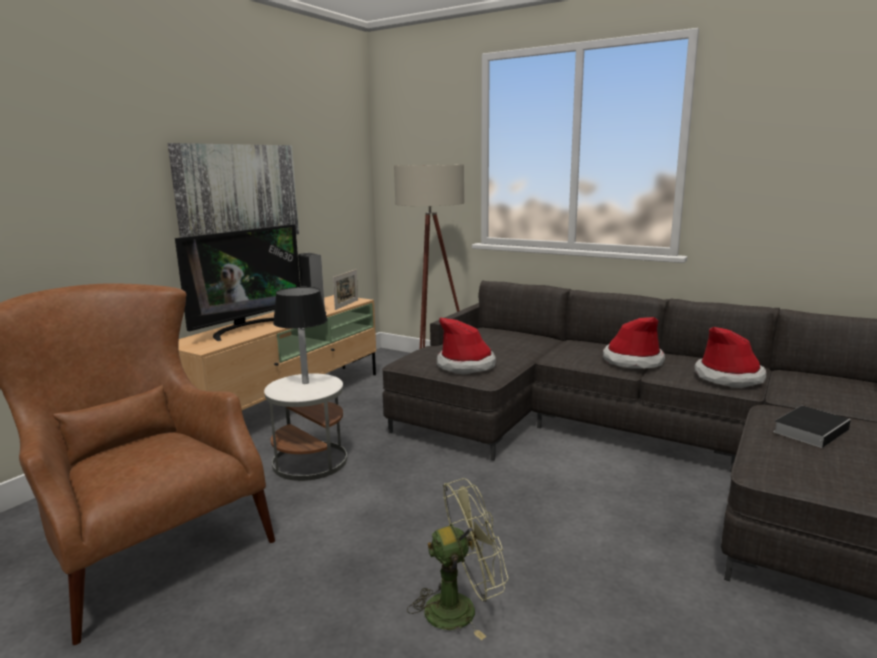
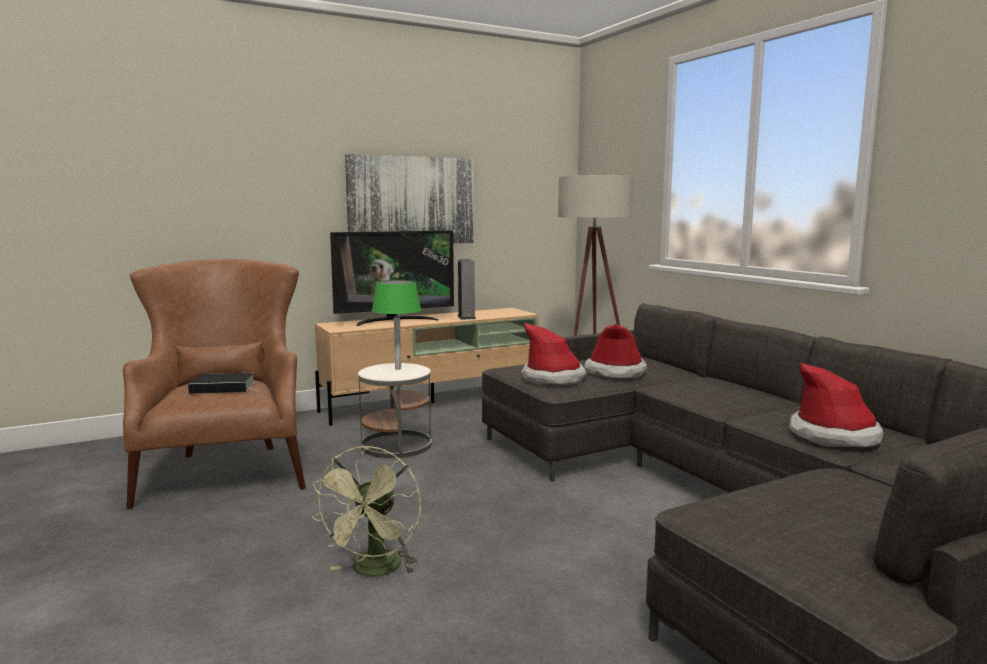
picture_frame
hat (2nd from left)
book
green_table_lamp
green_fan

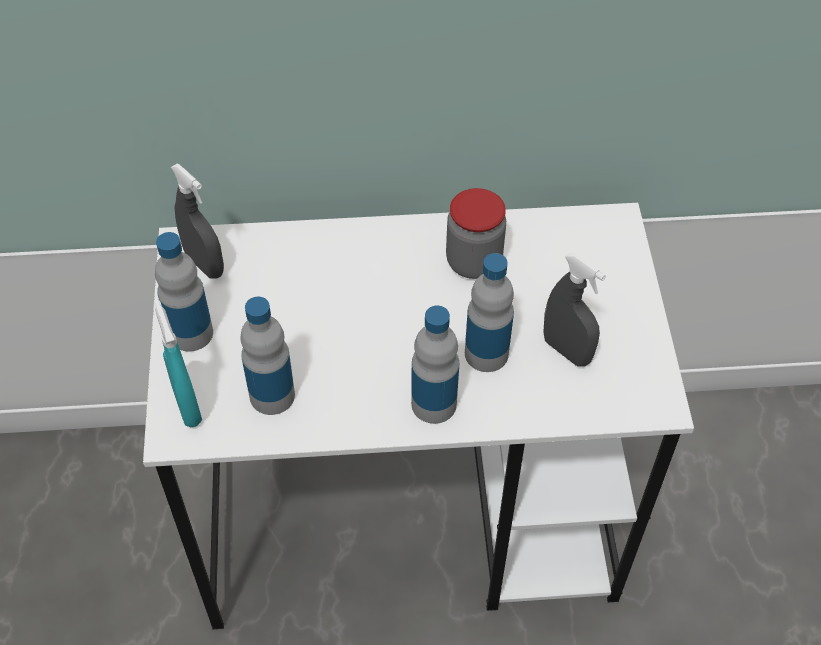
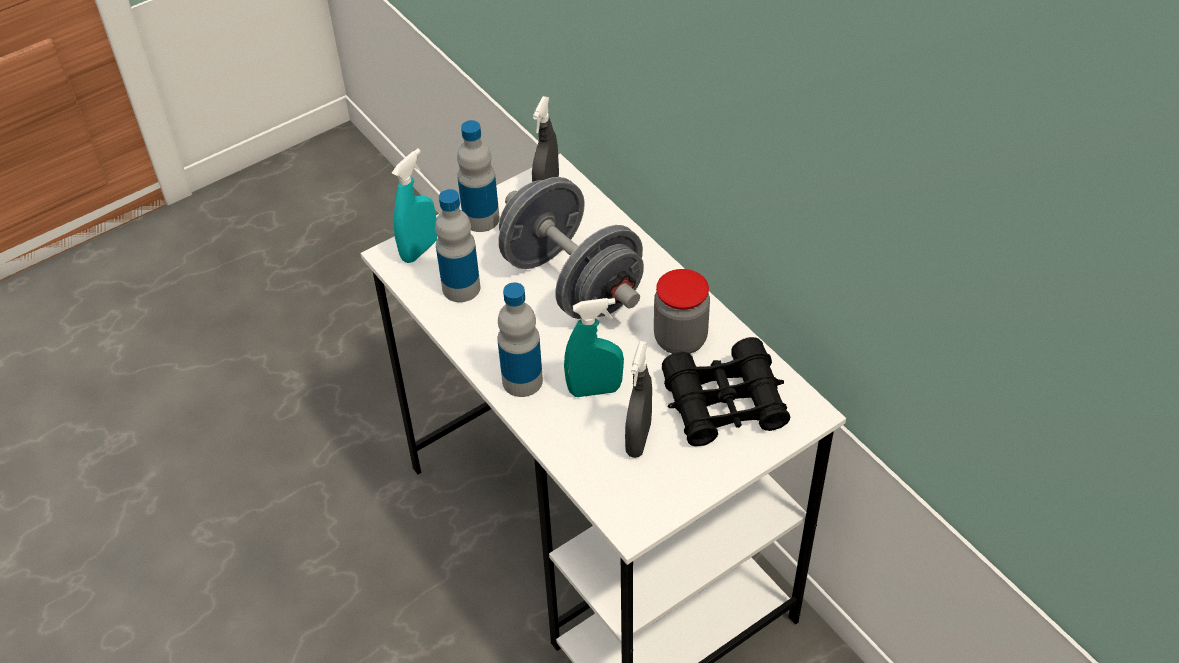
grey_dumbbell
black_binoculars
turquoise_spray_bottle (2nd from left)

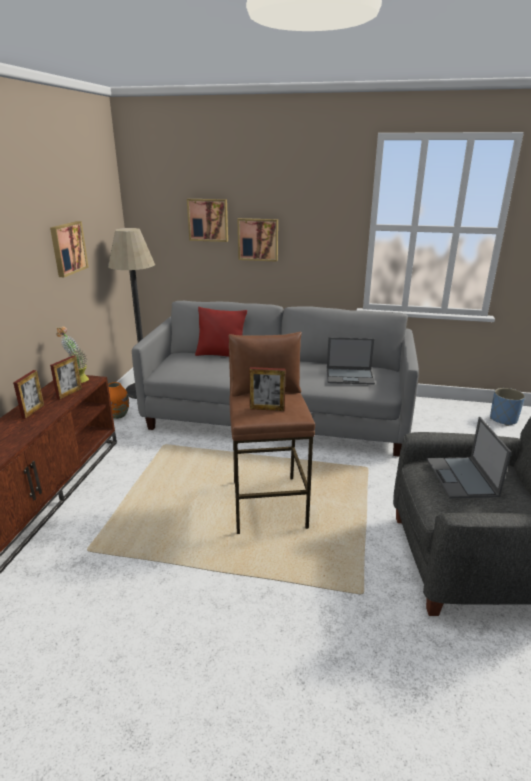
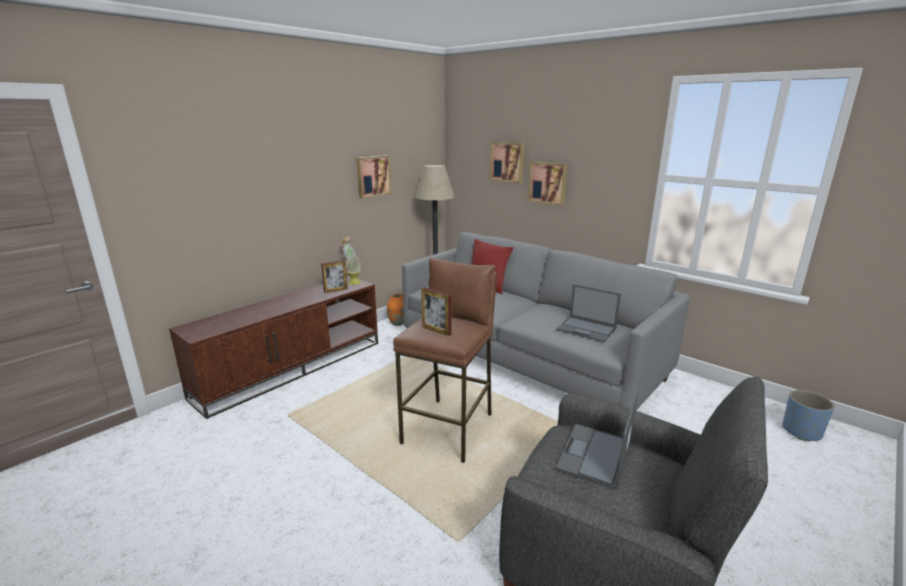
picture_frame (1st from left in the first image)

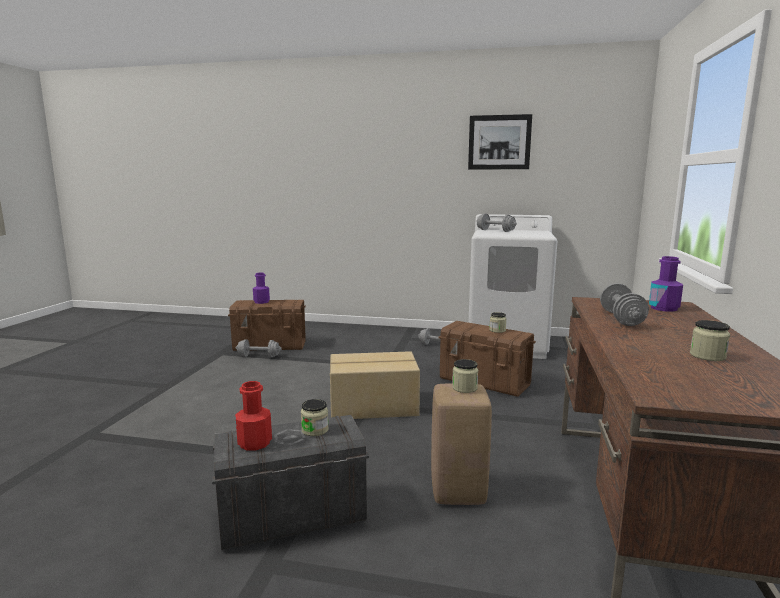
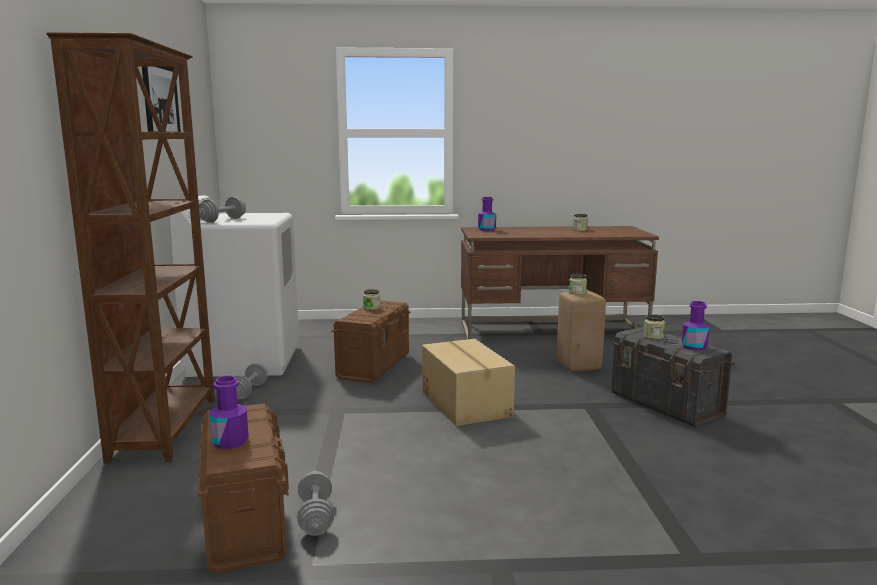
grey_dumbbell (4th from left in the first image)
brown_bookcase
purple_bottle (3rd from left)

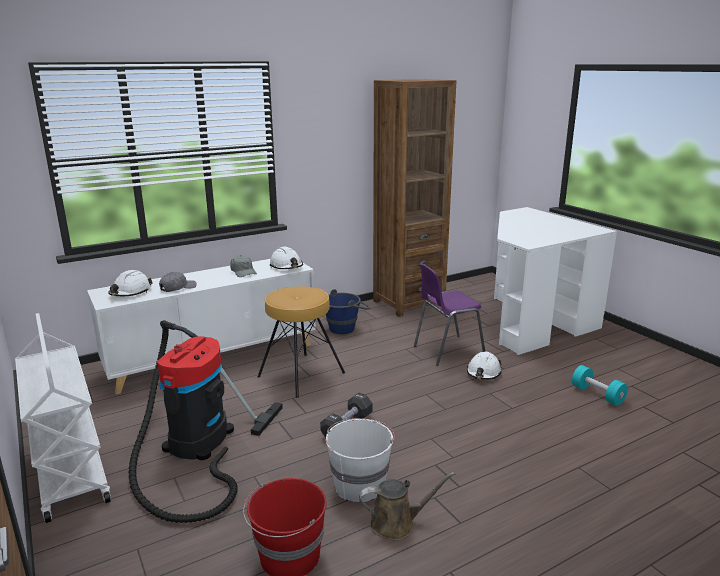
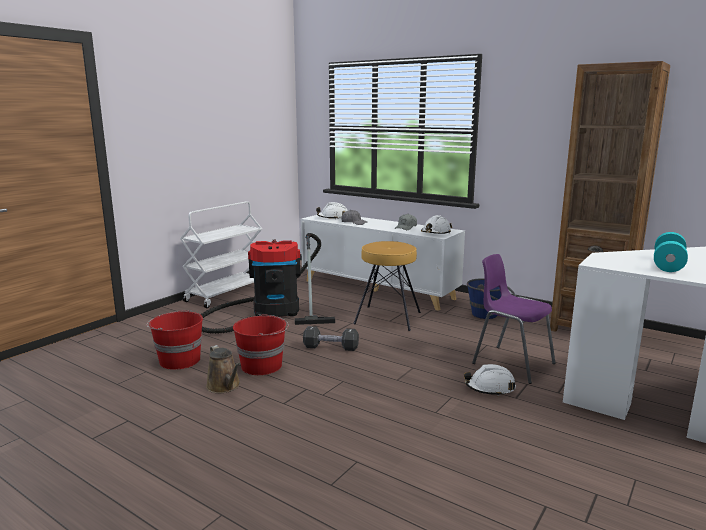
turquoise_dumbbell
red_bucket (2nd from left)

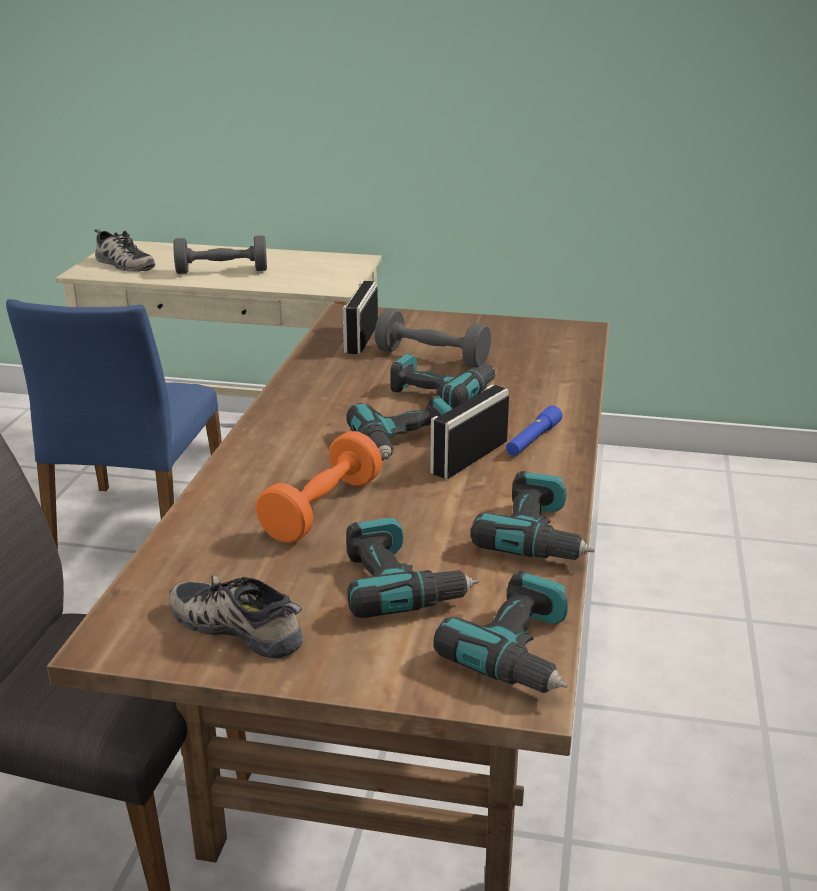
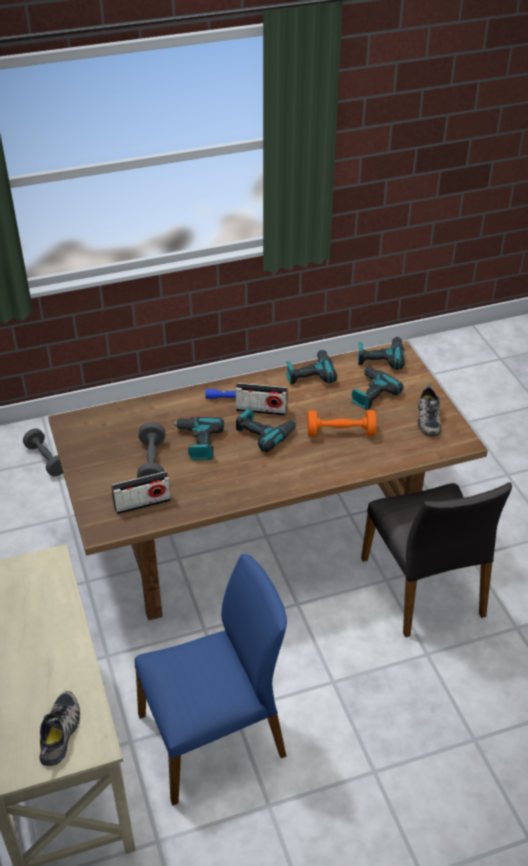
grey_dumbbell (1st from left)

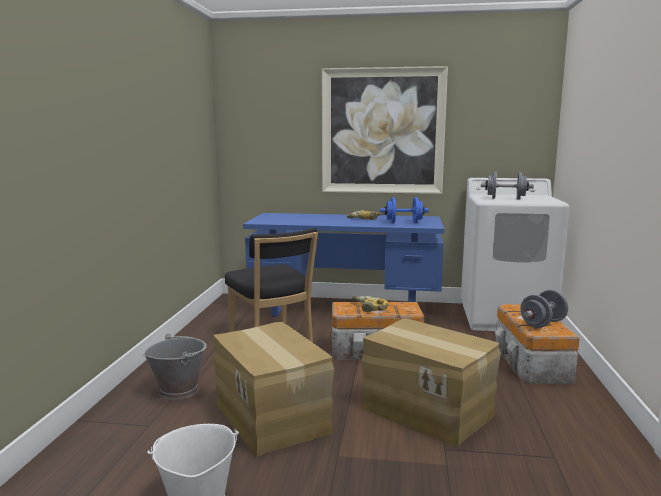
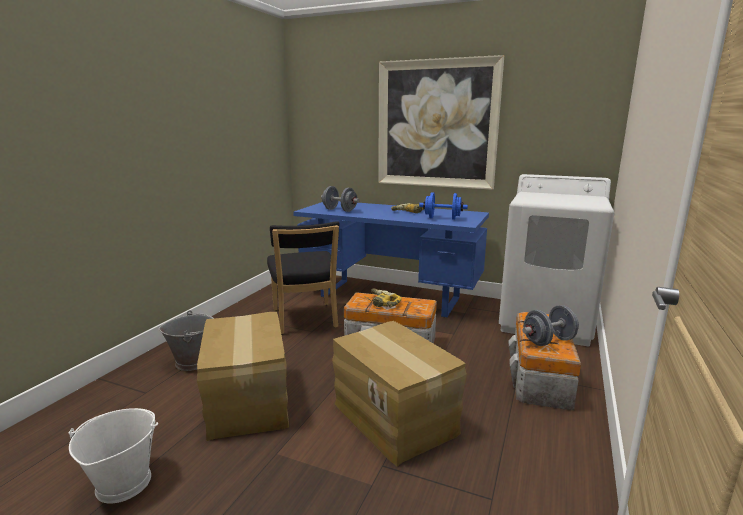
grey_dumbbell (1st from left)

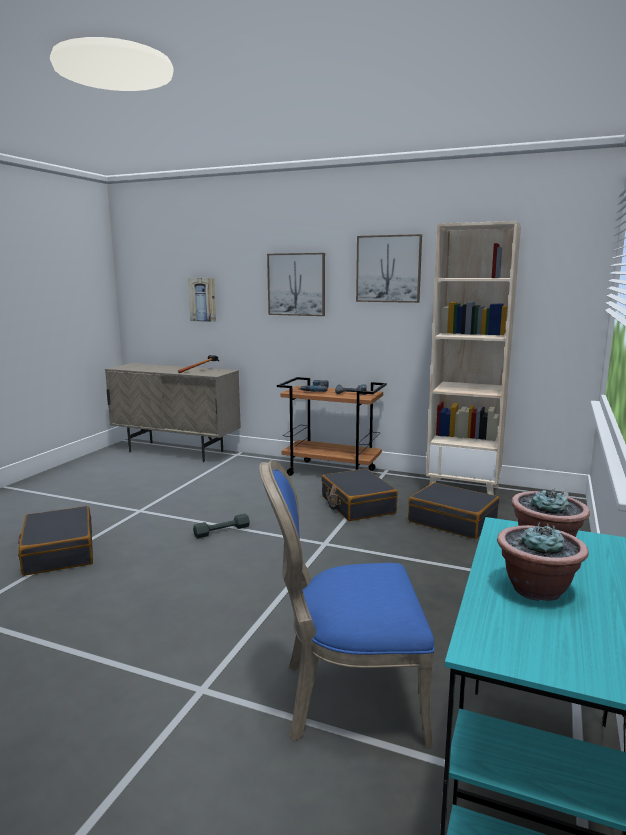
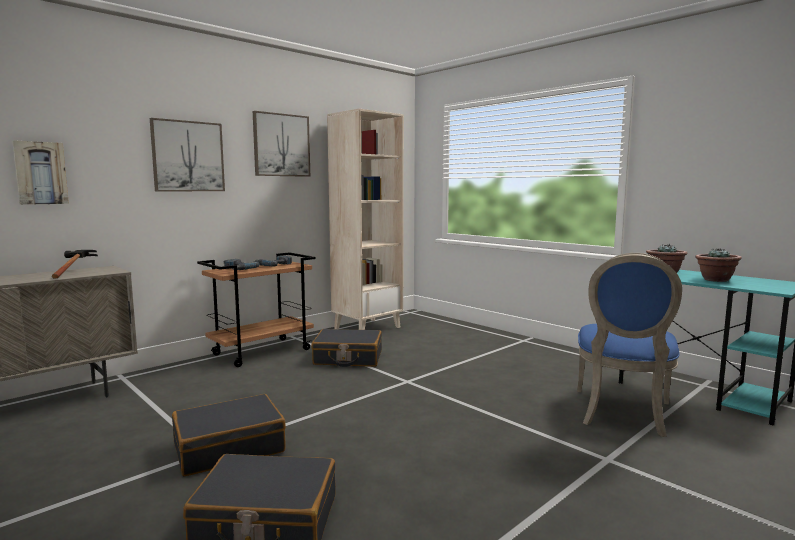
grey_dumbbell
black_suitcase (1st from left)

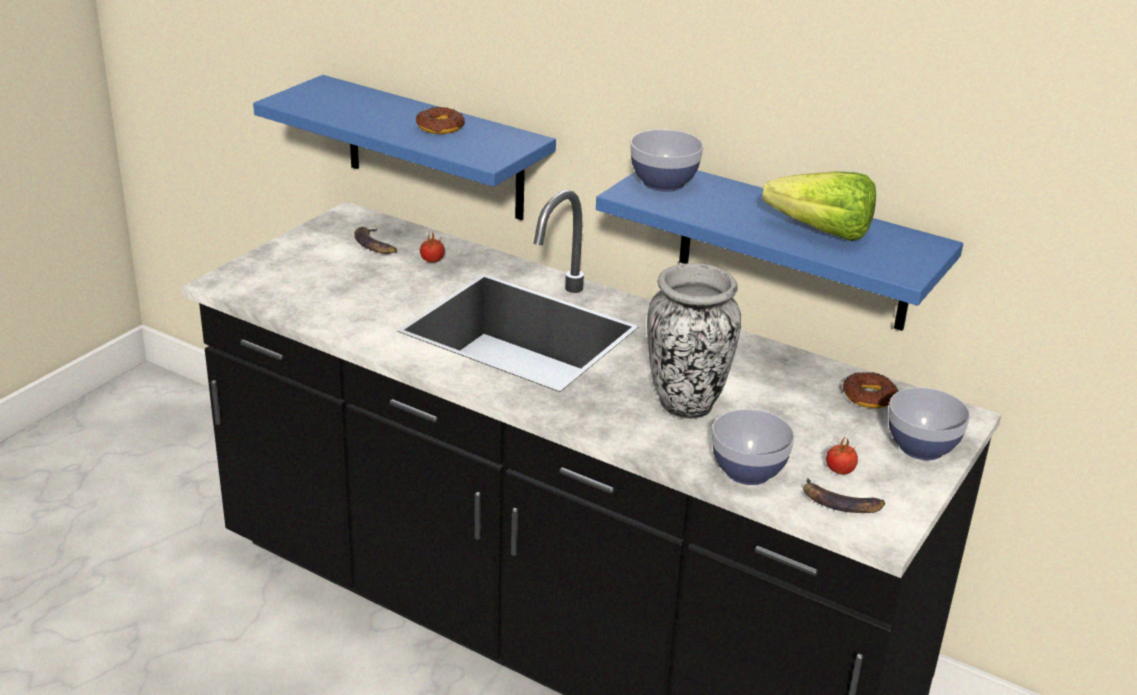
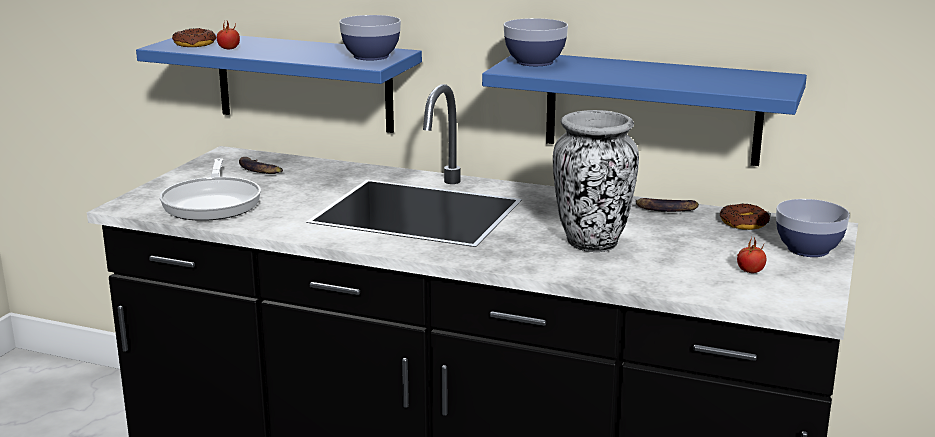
lettuce
frying_pan
donut (1st from left)
tomato (1st from left)
bowl (1st from left)
banana (2nd from left)

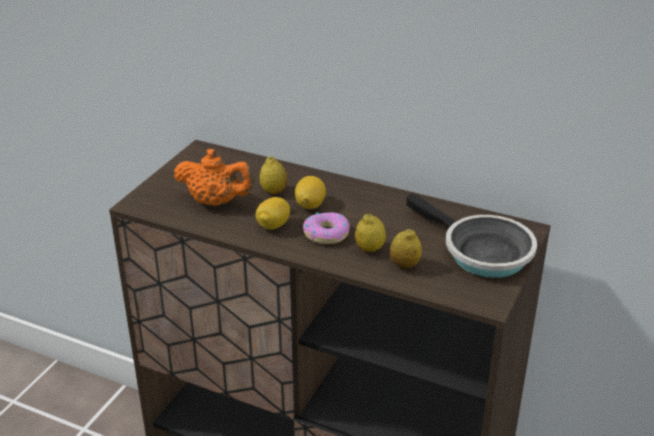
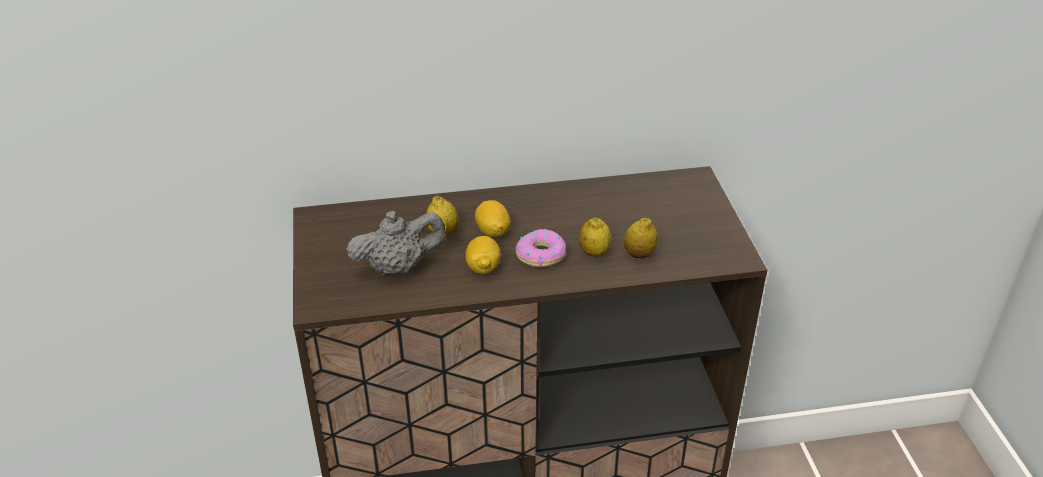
frying_pan
grey_teapot

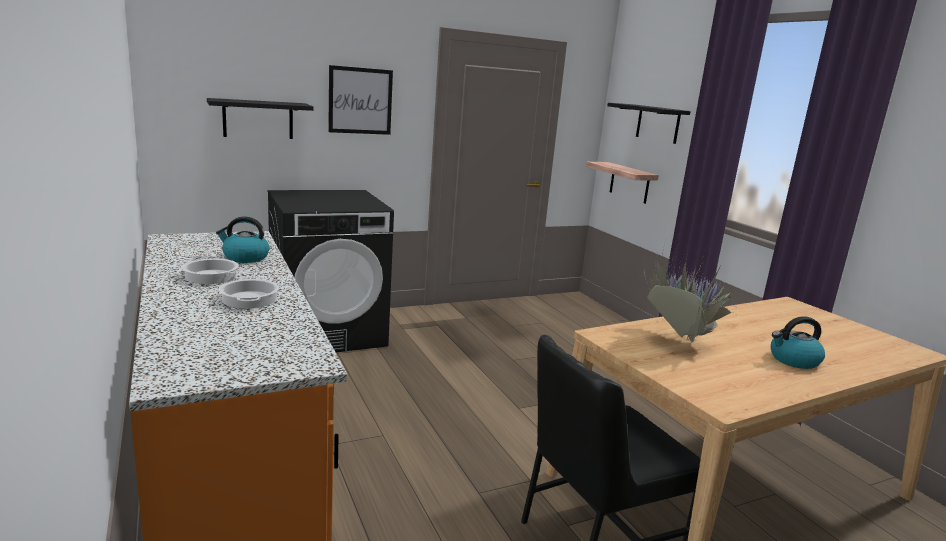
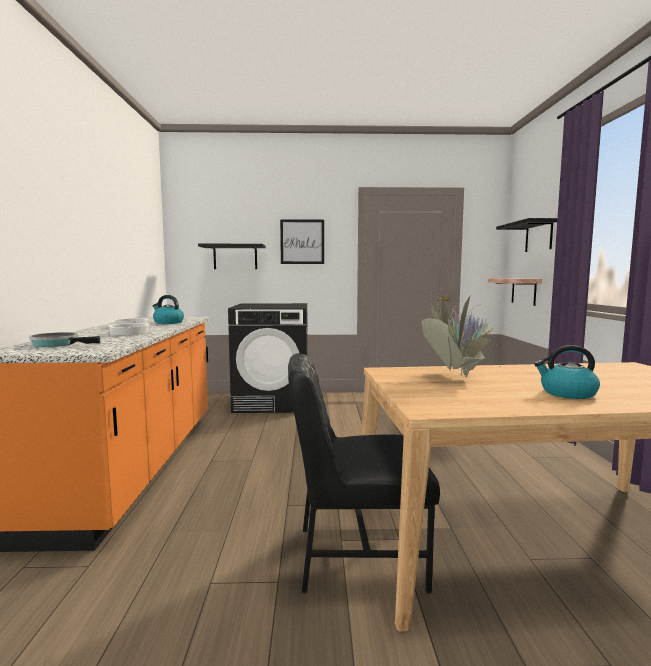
frying_pan

